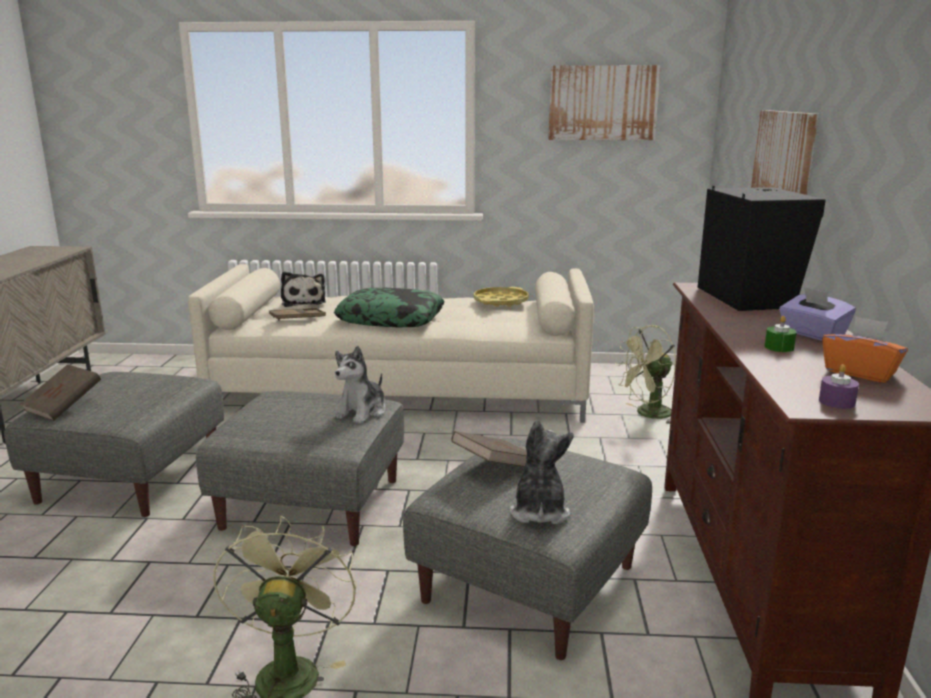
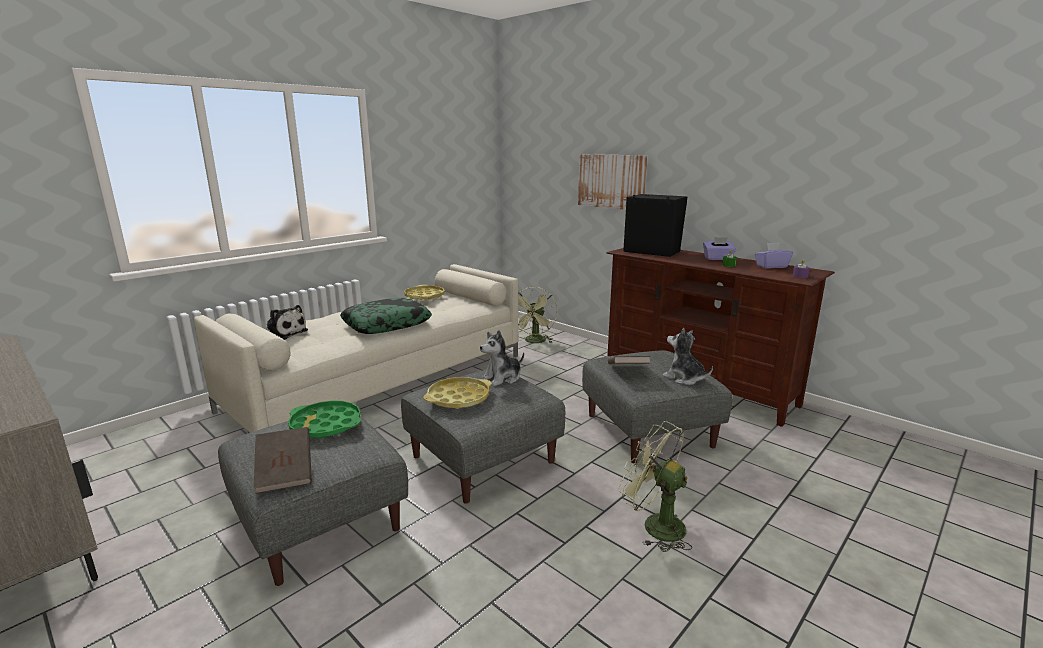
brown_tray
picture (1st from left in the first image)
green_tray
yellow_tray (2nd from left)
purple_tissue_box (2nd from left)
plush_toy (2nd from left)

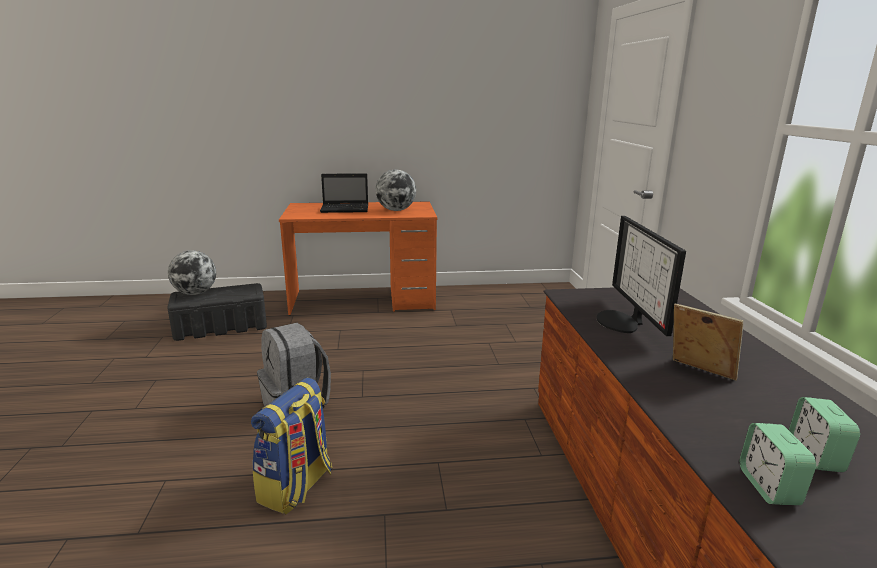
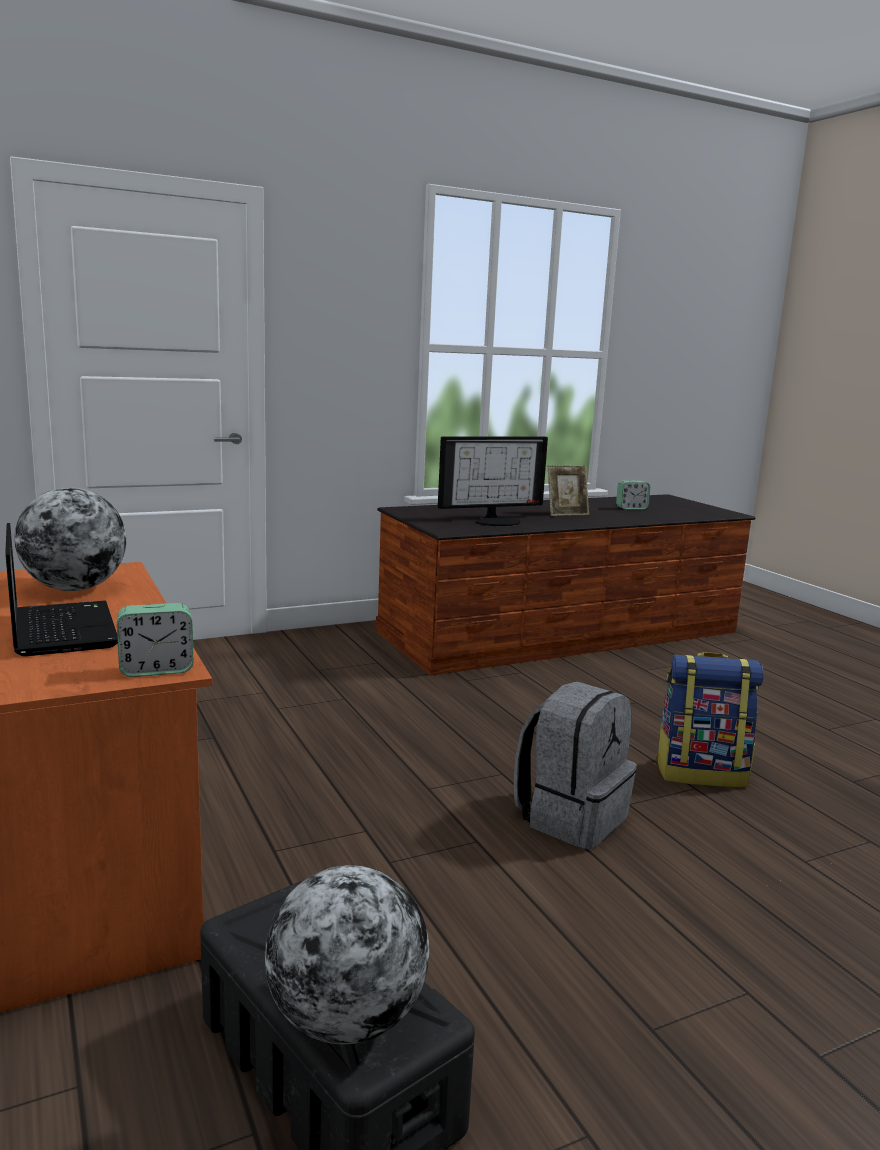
alarm_clock (1st from left)
picture_frame

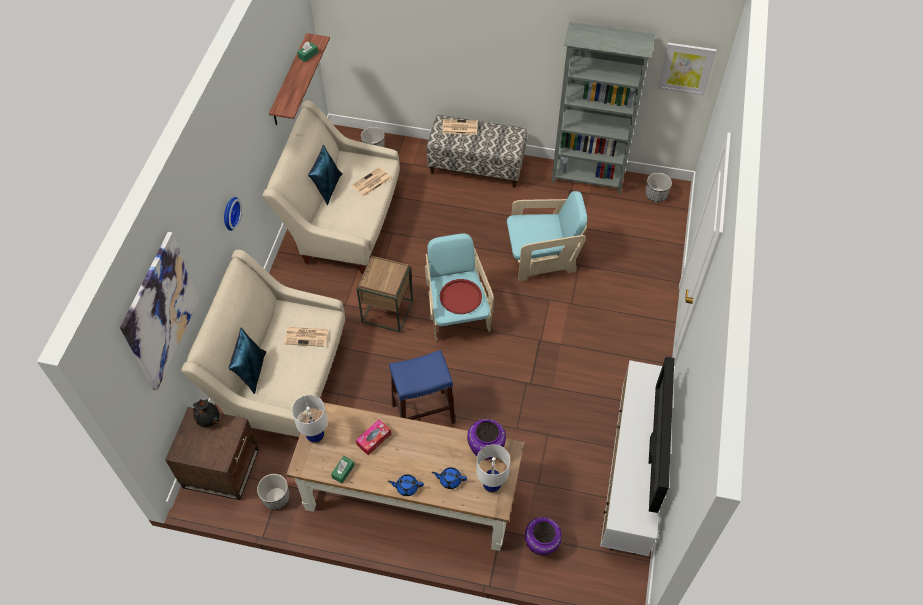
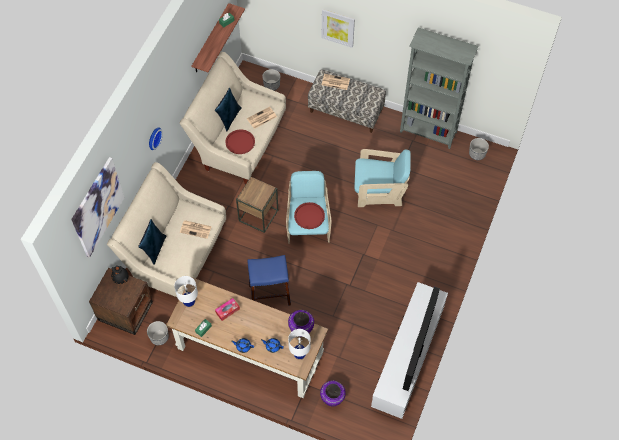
red_tray (1st from left)
picture (2nd from left)

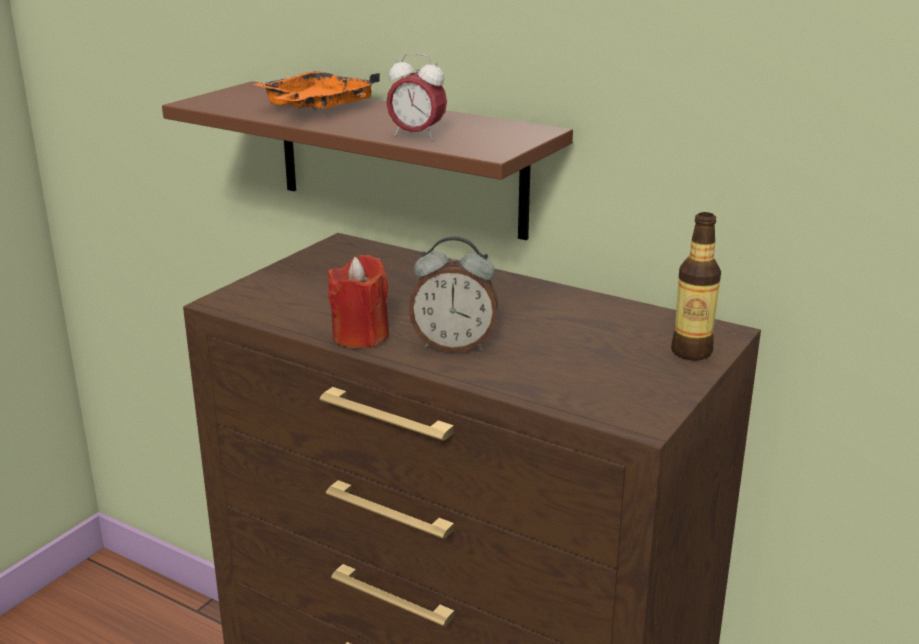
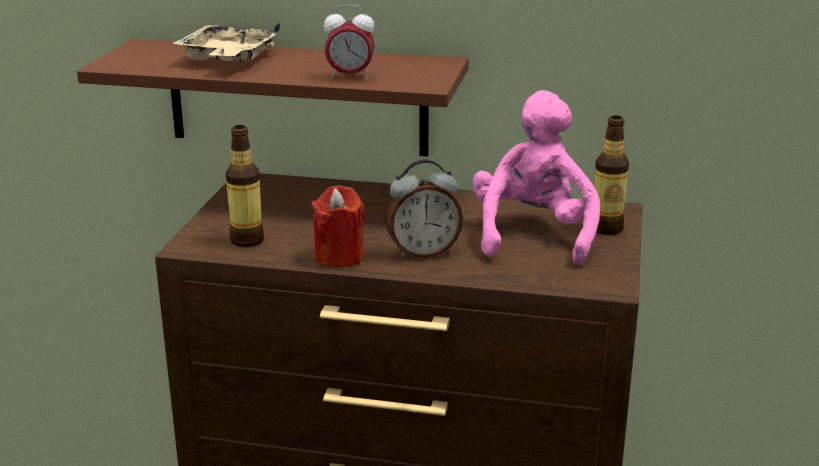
bottle (1st from left)
pink_plush_toy
beige_tray

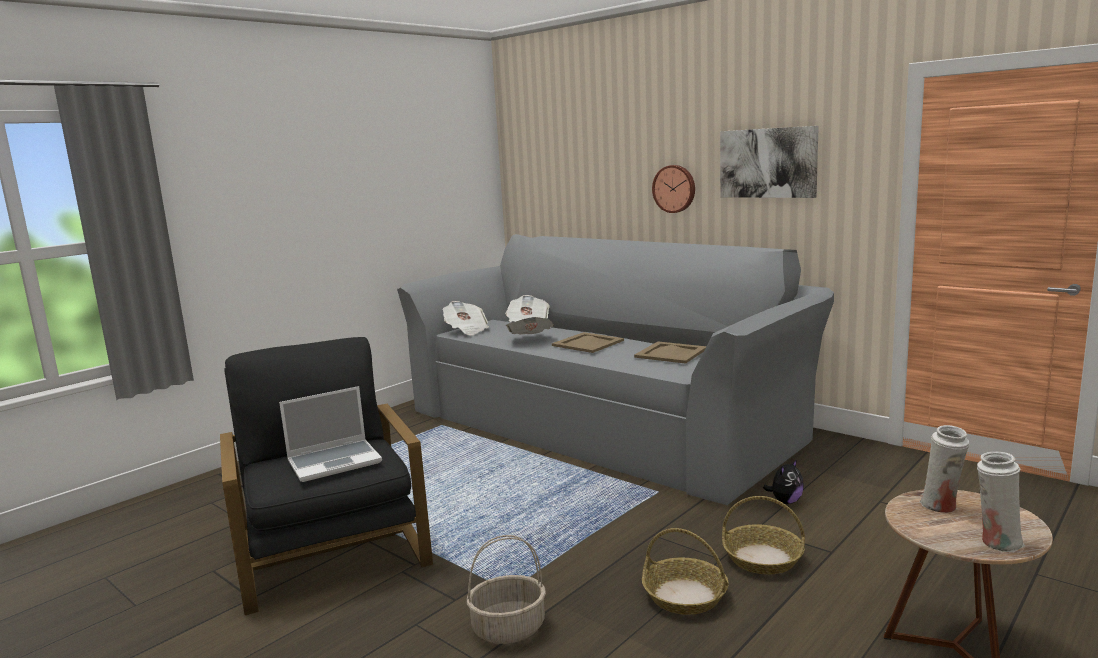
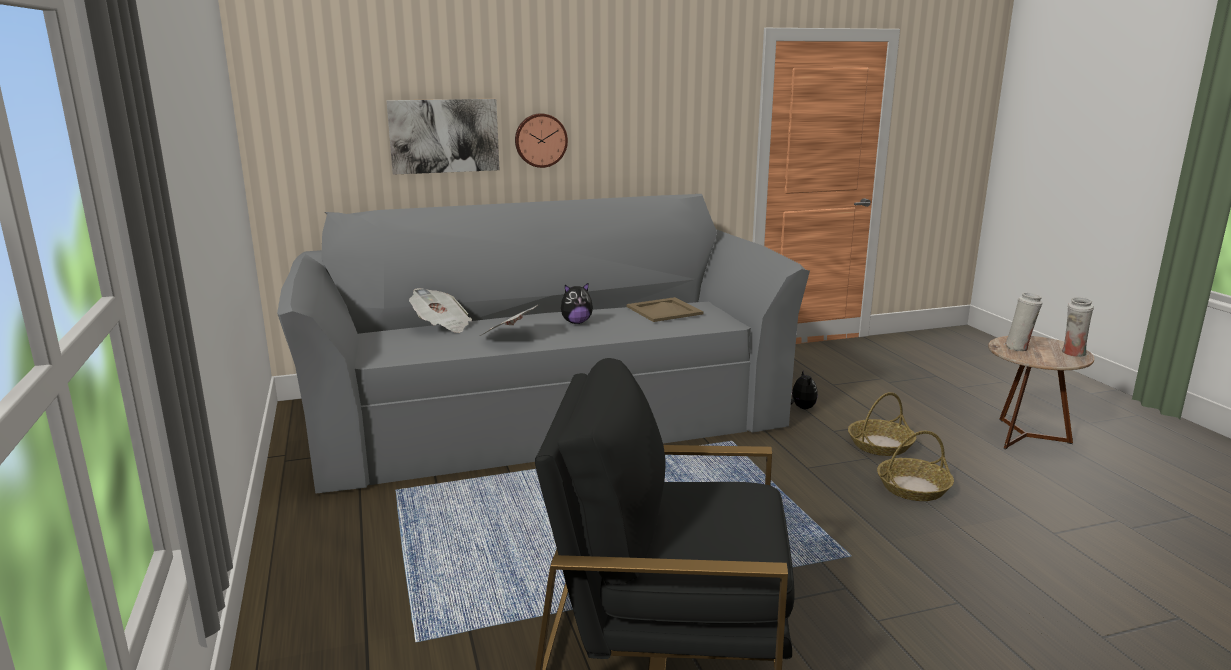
laptop
newspaper (1st from left in the first image)
basket (1st from left in the first image)
picture
plush_toy (1st from left)

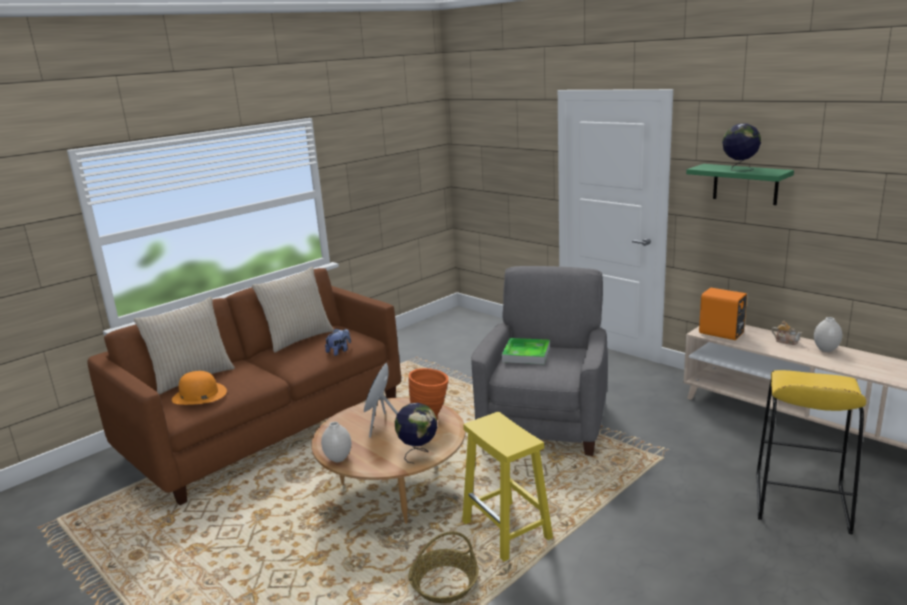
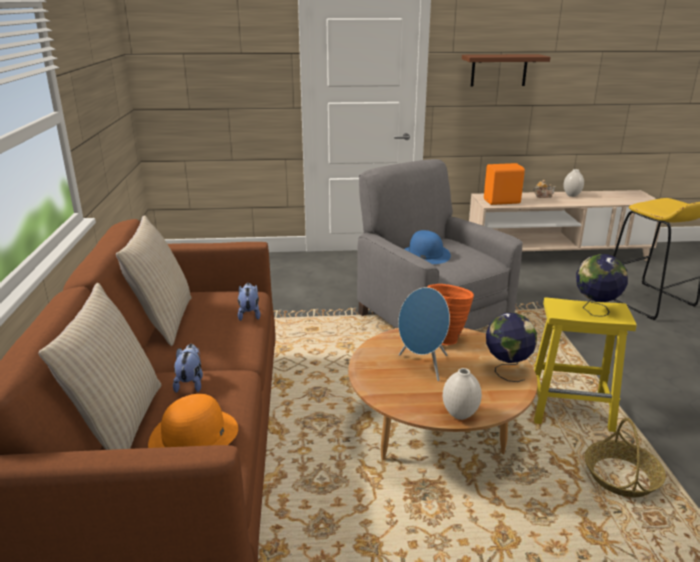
plush_toy (1st from left)
globe (2nd from left)
blue_hat
brown_shelf

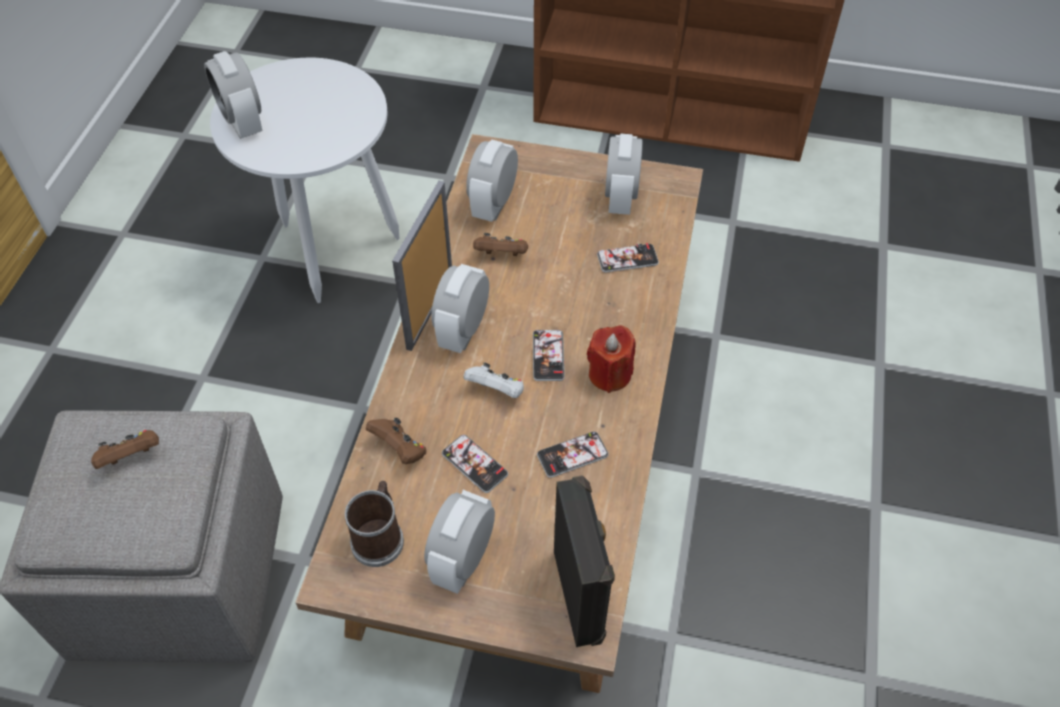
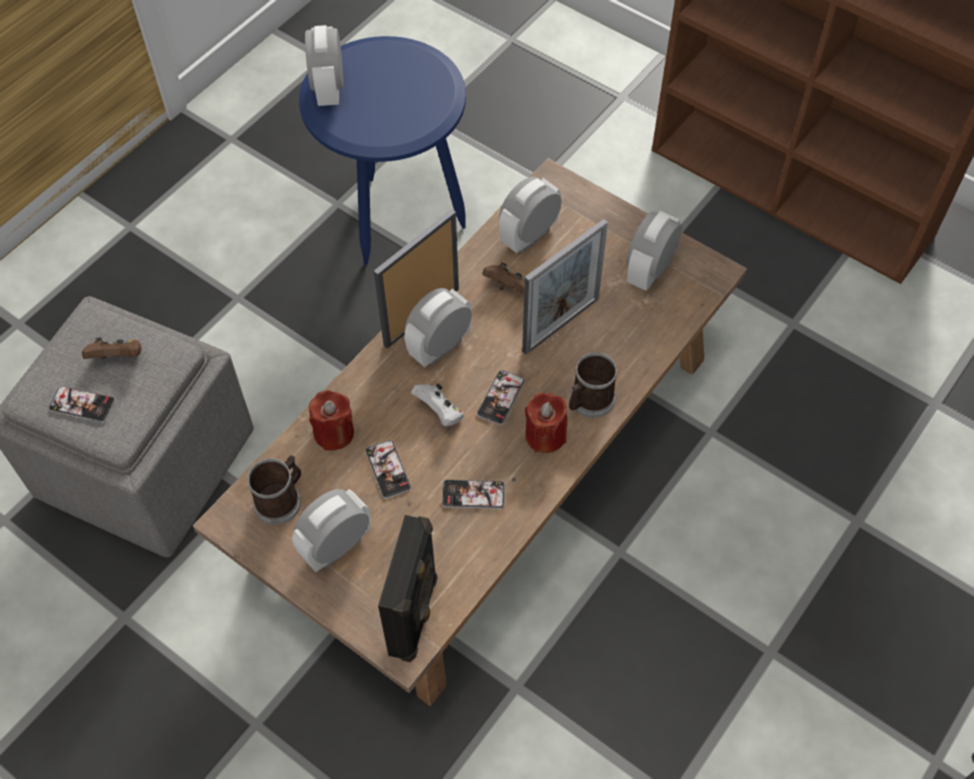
picture_frame (2nd from left)
mug (2nd from left)
phone (1st from left)
red_candle (1st from left)
blue_side_table

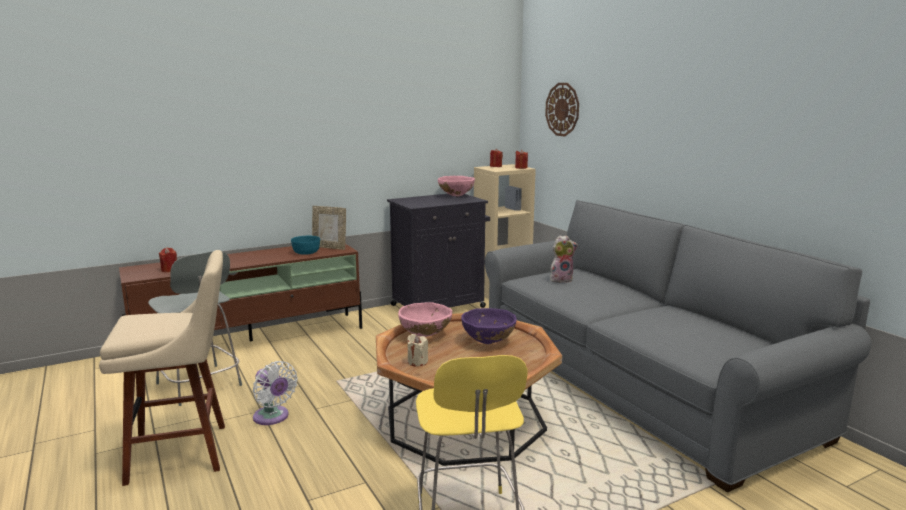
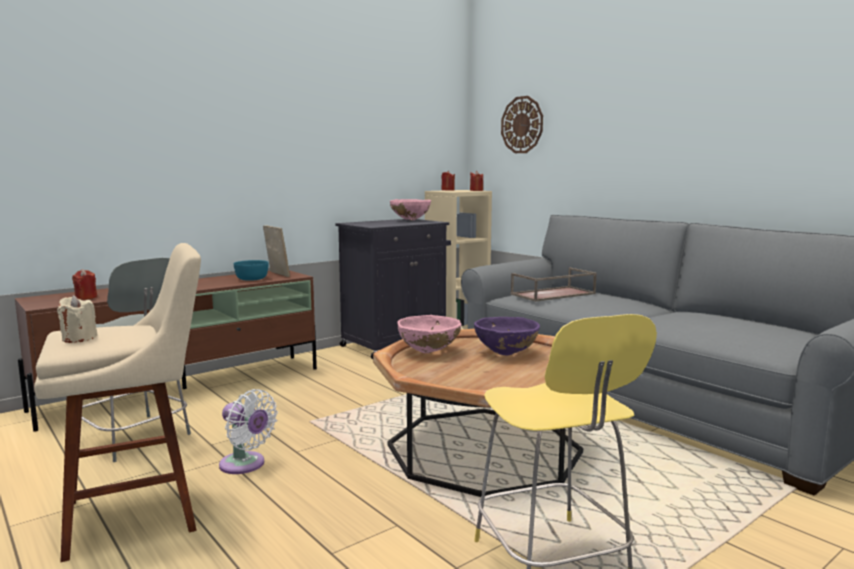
beige_candle
brown_tray
picture_frame

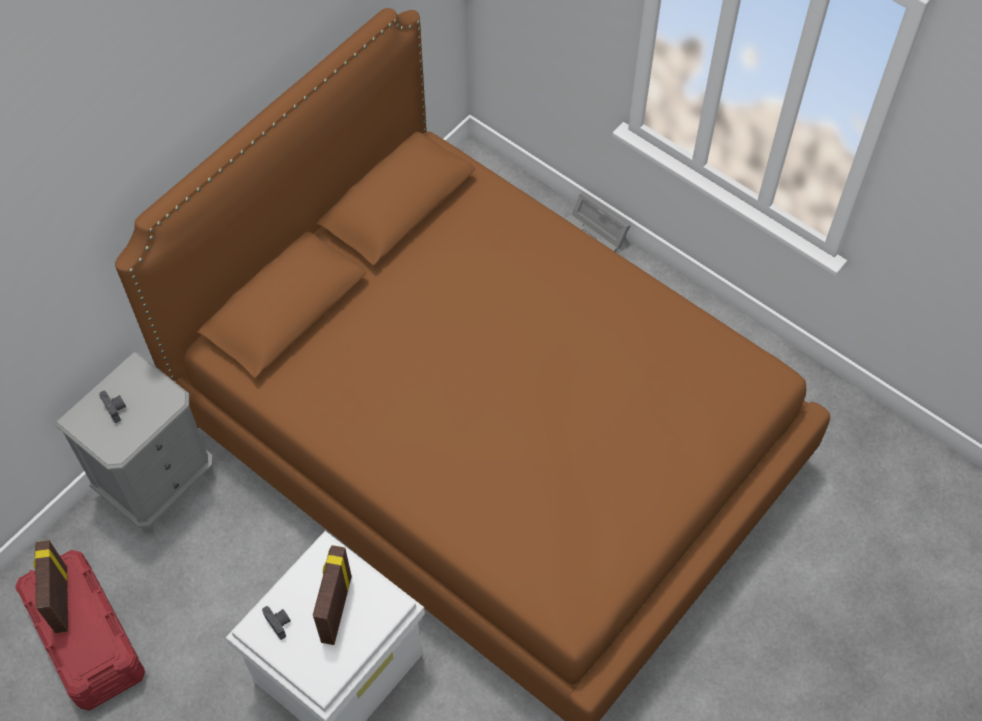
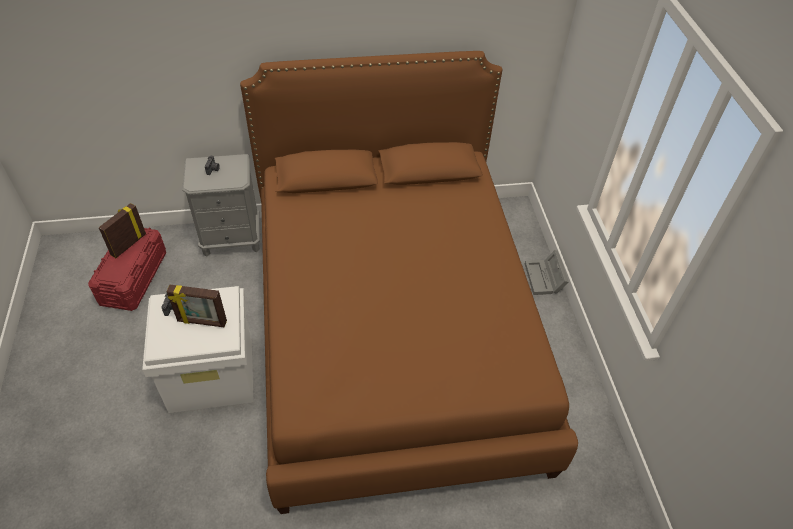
picture_frame (2nd from left)

